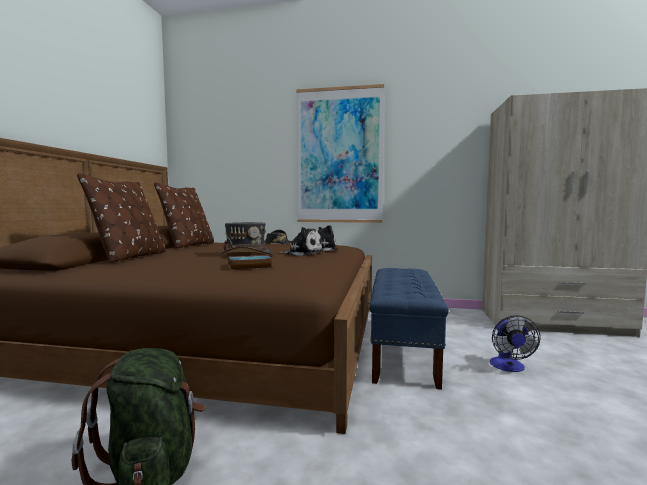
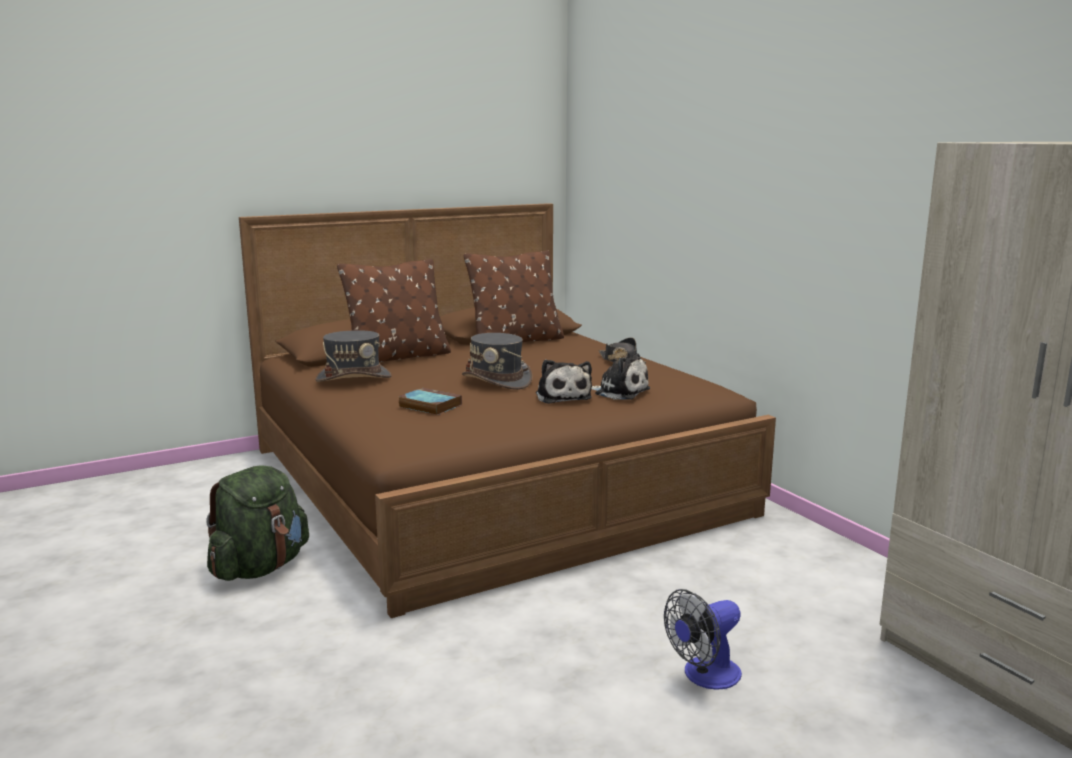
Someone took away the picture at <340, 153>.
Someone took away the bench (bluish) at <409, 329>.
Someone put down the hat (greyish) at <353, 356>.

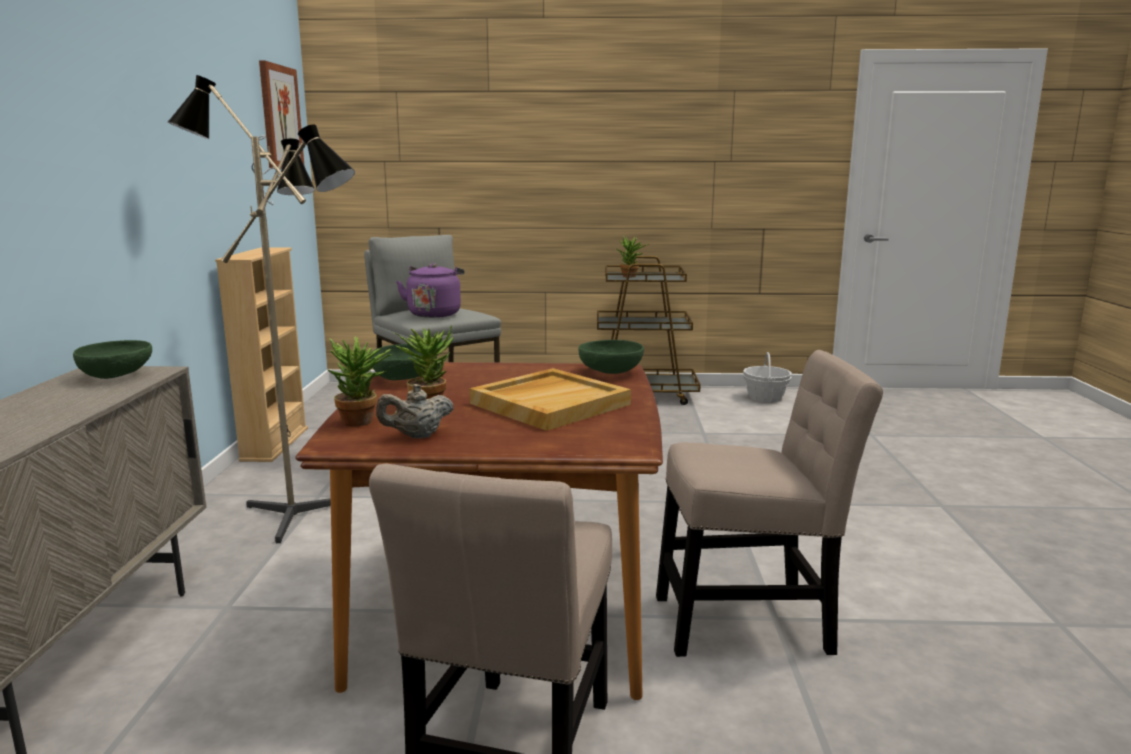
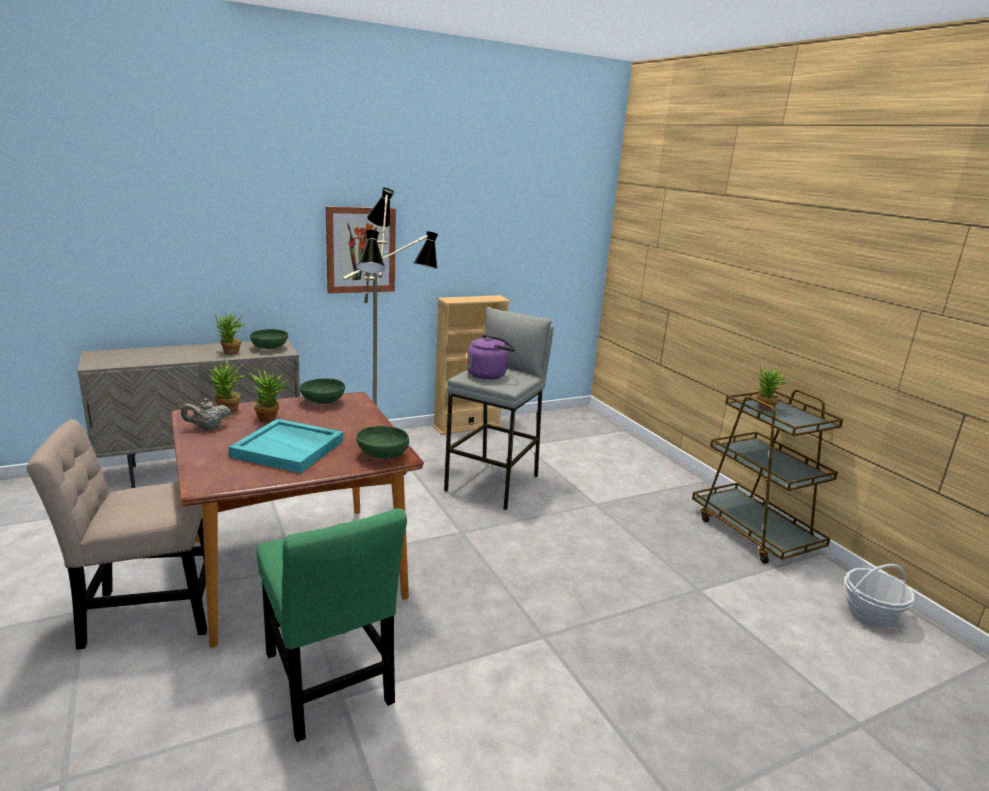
Someone put down the potted plant at <229, 333>.
Someone carried the picture from <281, 115> to <361, 250>.
Someone repainted the carrying tray (sand-coloured) at <550, 399>, which became the carrying tray (turquoise-coloured) at <286, 446>.
Someone repainted the upright chair (sand-coloured) at <769, 503>, which became the upright chair (greenish) at <332, 625>.
Someone rotated the pot for tea (sand-coloured) at <415, 411> by 60 degrees counterclockwise.

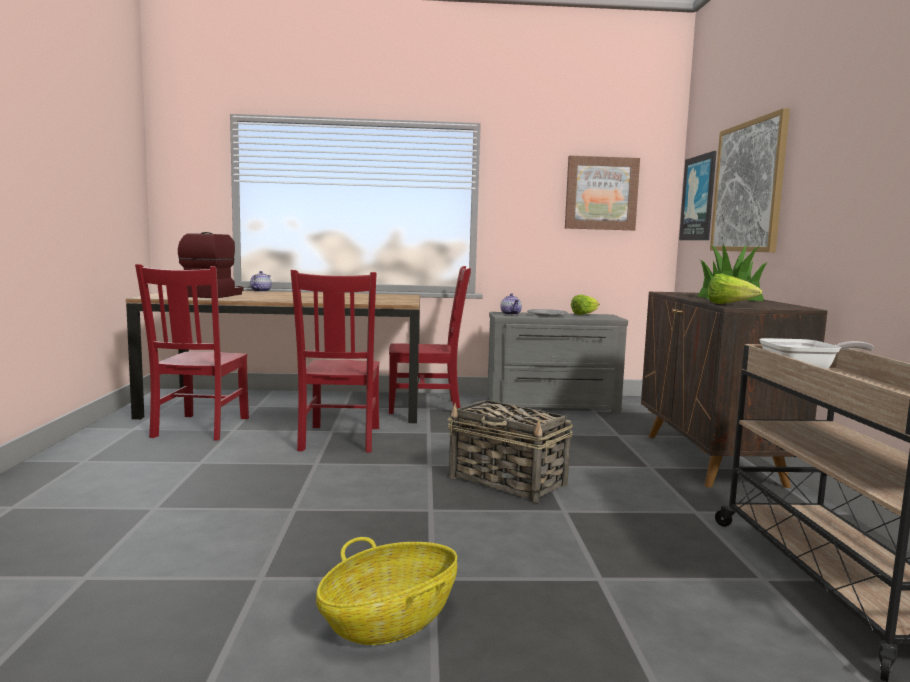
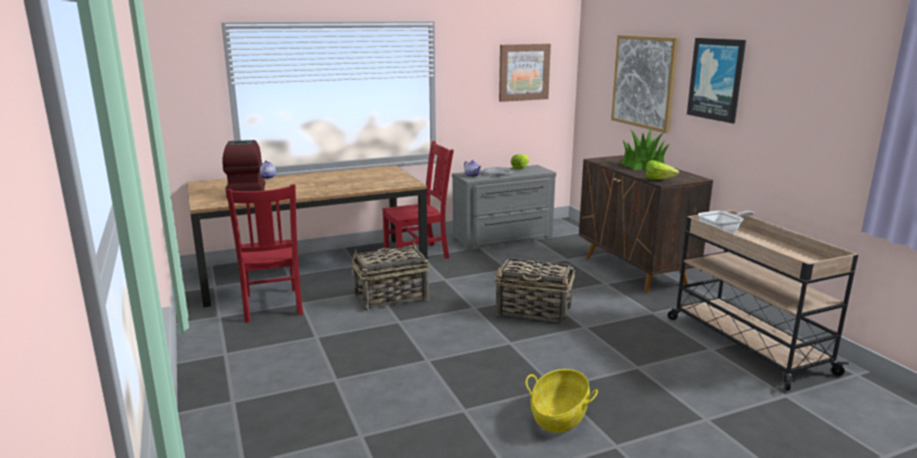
Someone carried the picture from <697, 195> to <716, 81>.
Someone swapped the upright chair (red-coloured) at <335, 361> for the basket at <390, 276>.

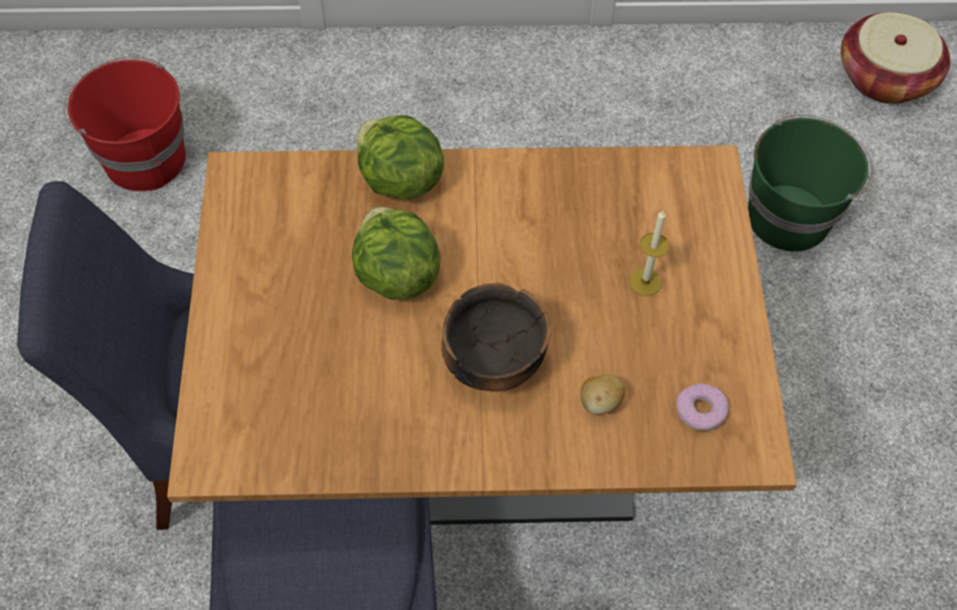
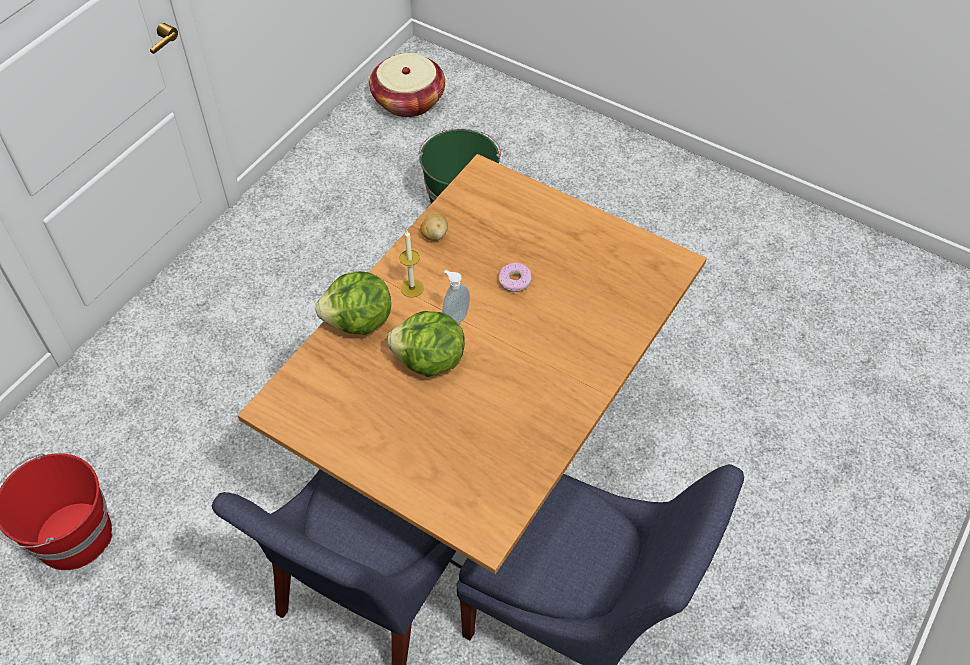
Someone took away the bowl at <496, 337>.
Someone put down the soap bottle at <456, 297>.
Someone carried the whole potato from <603, 394> to <434, 226>.
Someone carried the candle from <649, 253> to <411, 264>.
Someone carried the donut from <702, 407> to <515, 277>.

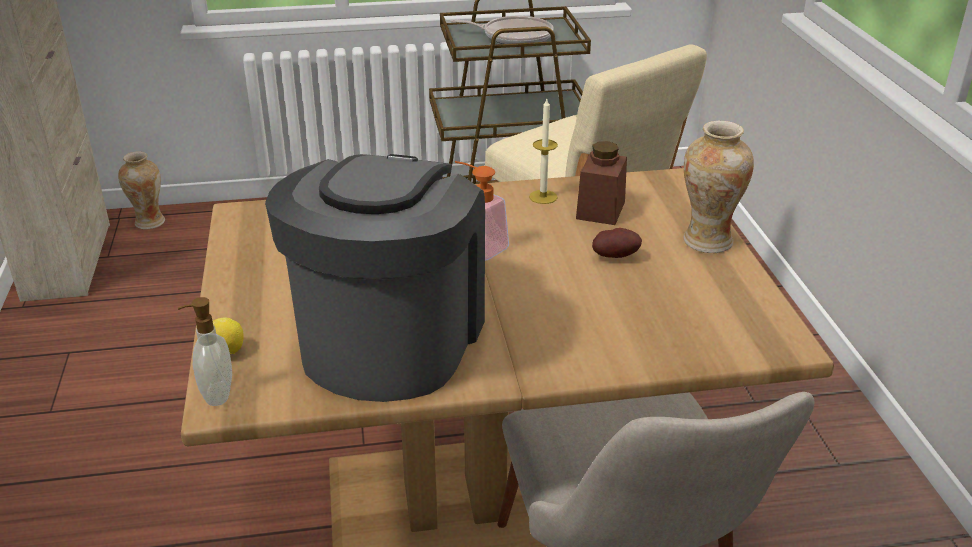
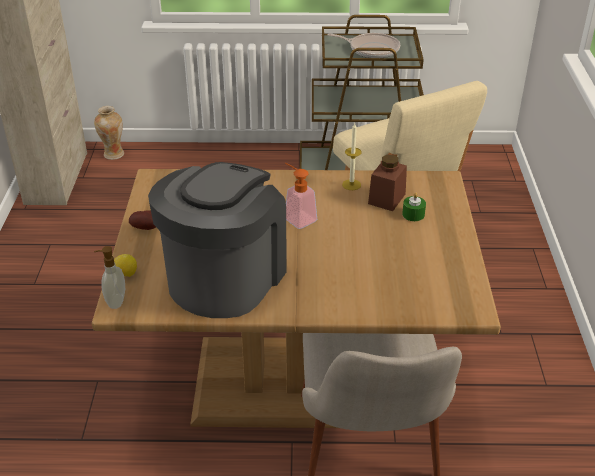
Someone took away the flower vase at <719, 187>.
Someone put down the candle (greenish) at <414, 206>.
Someone carried the whole potato from <617, 243> to <142, 220>.

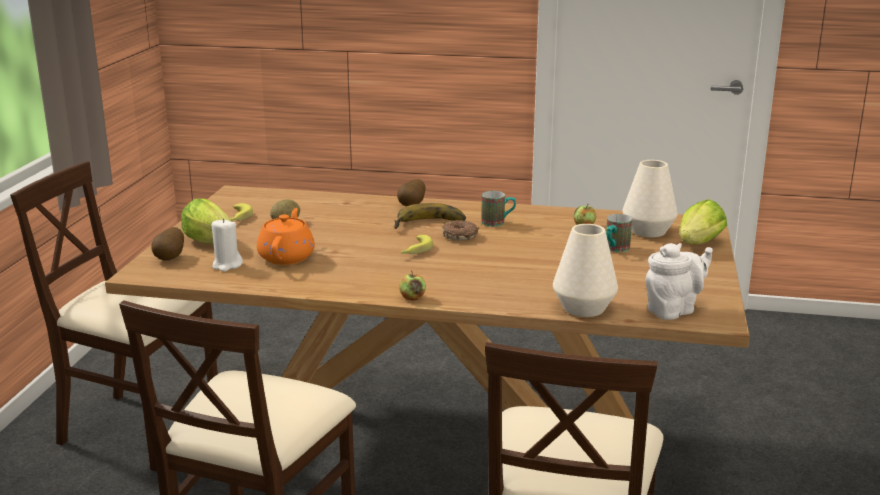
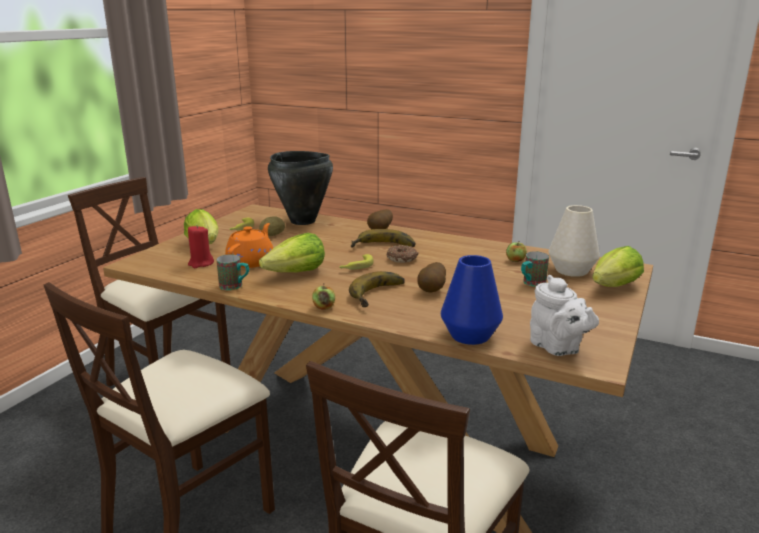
Someone put down the lettuce head at <292, 252>.
Someone put down the cooking pot (black) at <300, 188>.
Someone put down the banana at <377, 289>.
Someone carried the whole potato from <167, 243> to <431, 277>.
Someone carried the tea mug from <498, 209> to <232, 272>.
Someone repainted the candle (white) at <227, 245>, which became the candle (red-coloured) at <201, 247>.
Someone repainted the flower vase (white) at <585, 270>, which became the flower vase (bluish) at <472, 300>.
Someone rotated the pot for tea (white) at <679, 281> by 75 degrees clockwise.

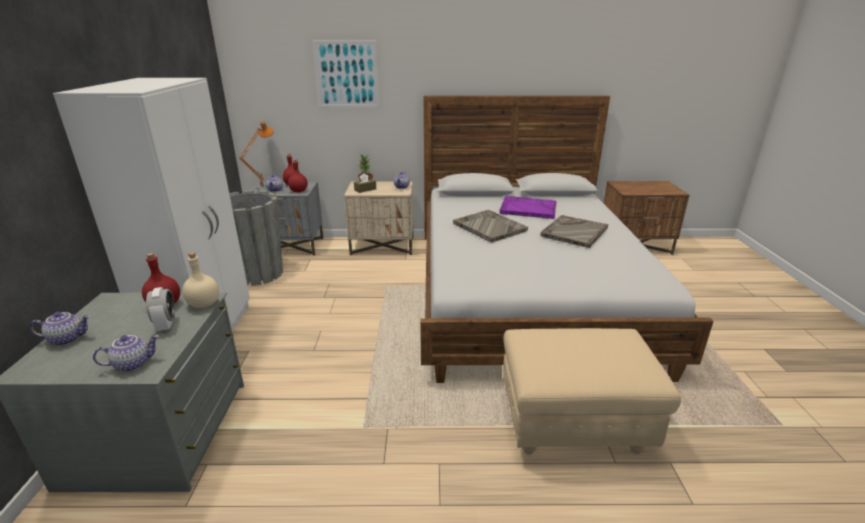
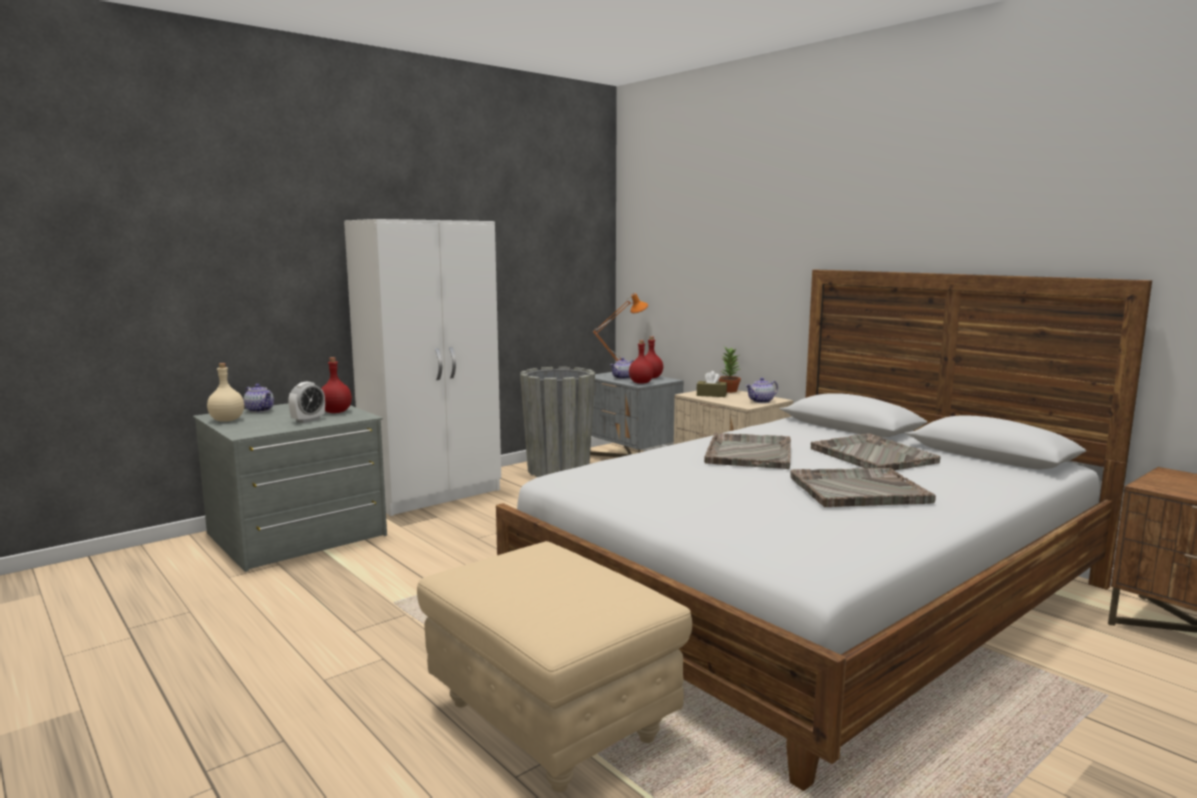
Someone took away the pot for tea at <126, 353>.
Someone took away the picture at <346, 74>.
Someone carried the bottle (sand-coloured) from <200, 280> to <225, 392>.
Someone repainted the carrying tray (purple) at <528, 207>, which became the carrying tray (greyish) at <876, 451>.

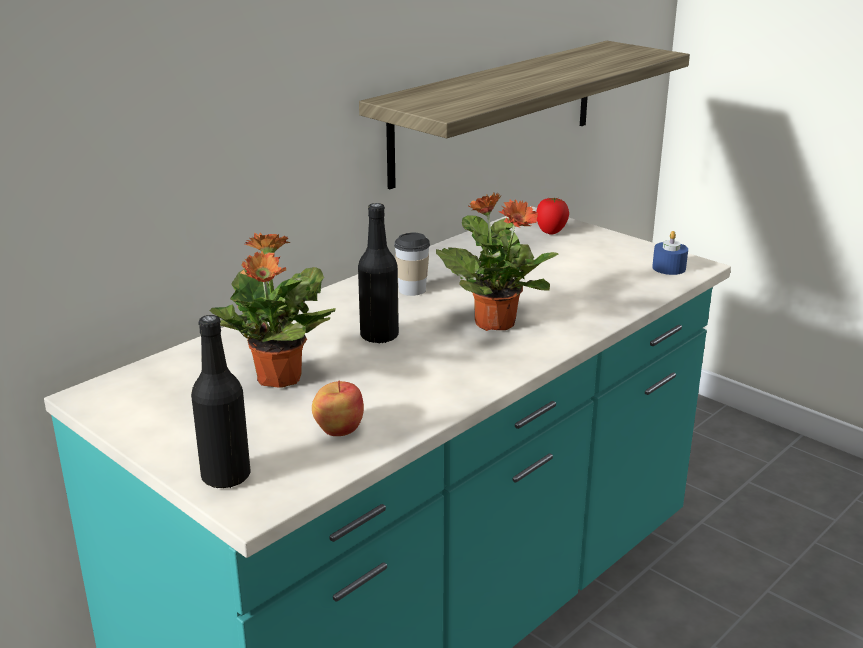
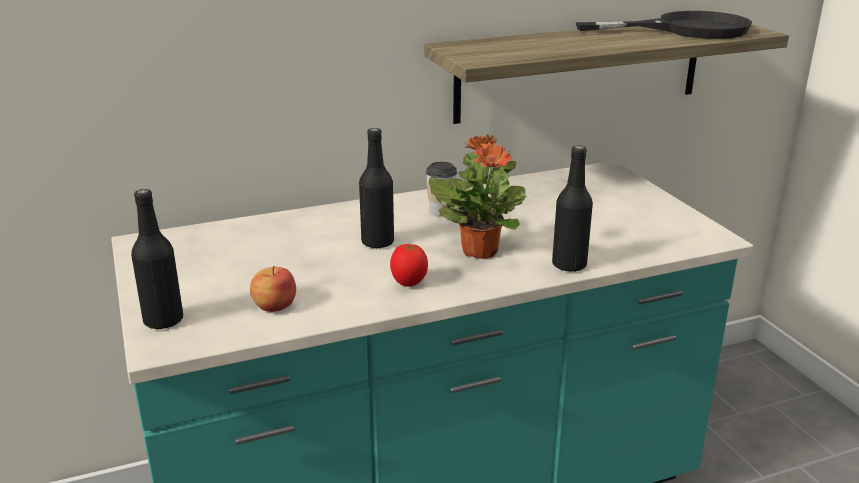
Someone took away the potted plant at <272, 310>.
Someone took away the candle (bluish) at <670, 253>.
Someone put down the bottle (black) at <572, 208>.
Someone put down the frying pan (black) at <663, 25>.
Someone carried the whole tomato from <552, 216> to <409, 265>.

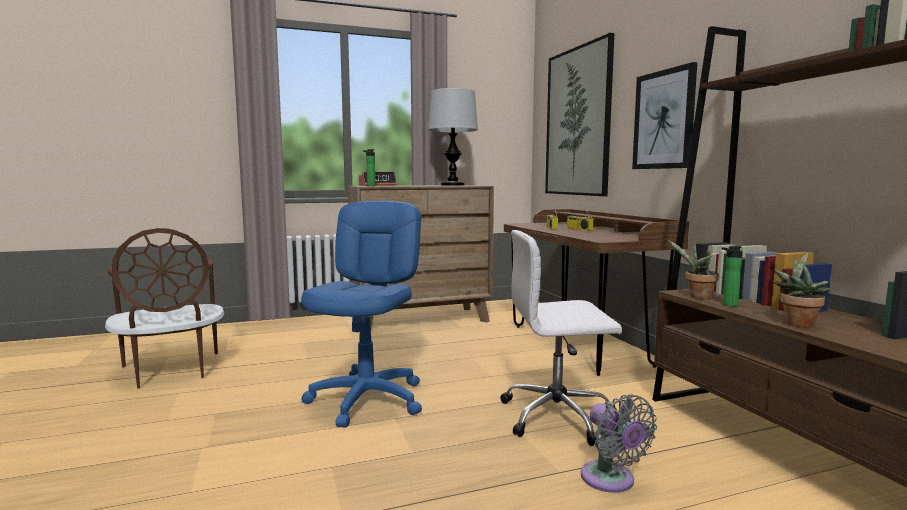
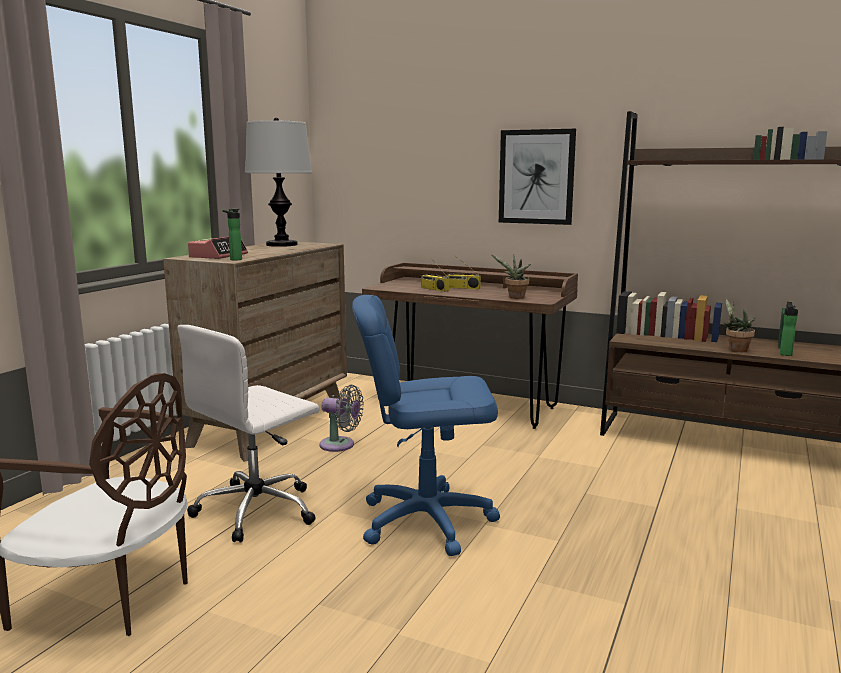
Someone took away the picture at <579, 114>.
Someone carried the computer chair (white) from <561, 338> to <248, 434>.
Someone carried the fan (greyish) from <619, 443> to <342, 418>.
Someone carried the potted plant from <693, 269> to <511, 277>.
Someone carried the bottle from <732, 276> to <789, 330>.
Someone rotated the computer chair (bluish) at <361, 314> by 60 degrees counterclockwise.

